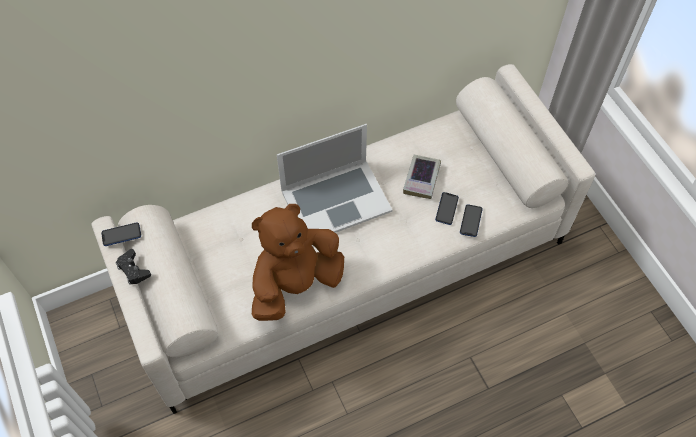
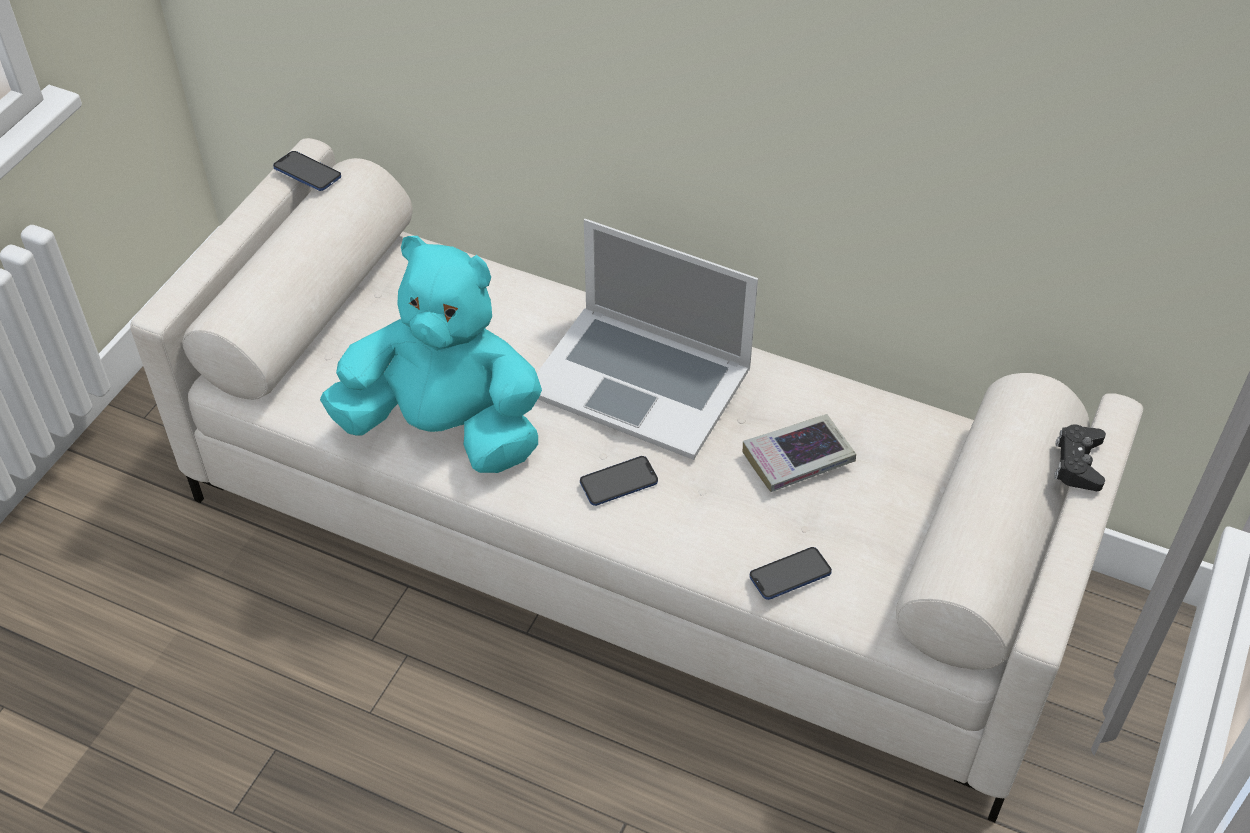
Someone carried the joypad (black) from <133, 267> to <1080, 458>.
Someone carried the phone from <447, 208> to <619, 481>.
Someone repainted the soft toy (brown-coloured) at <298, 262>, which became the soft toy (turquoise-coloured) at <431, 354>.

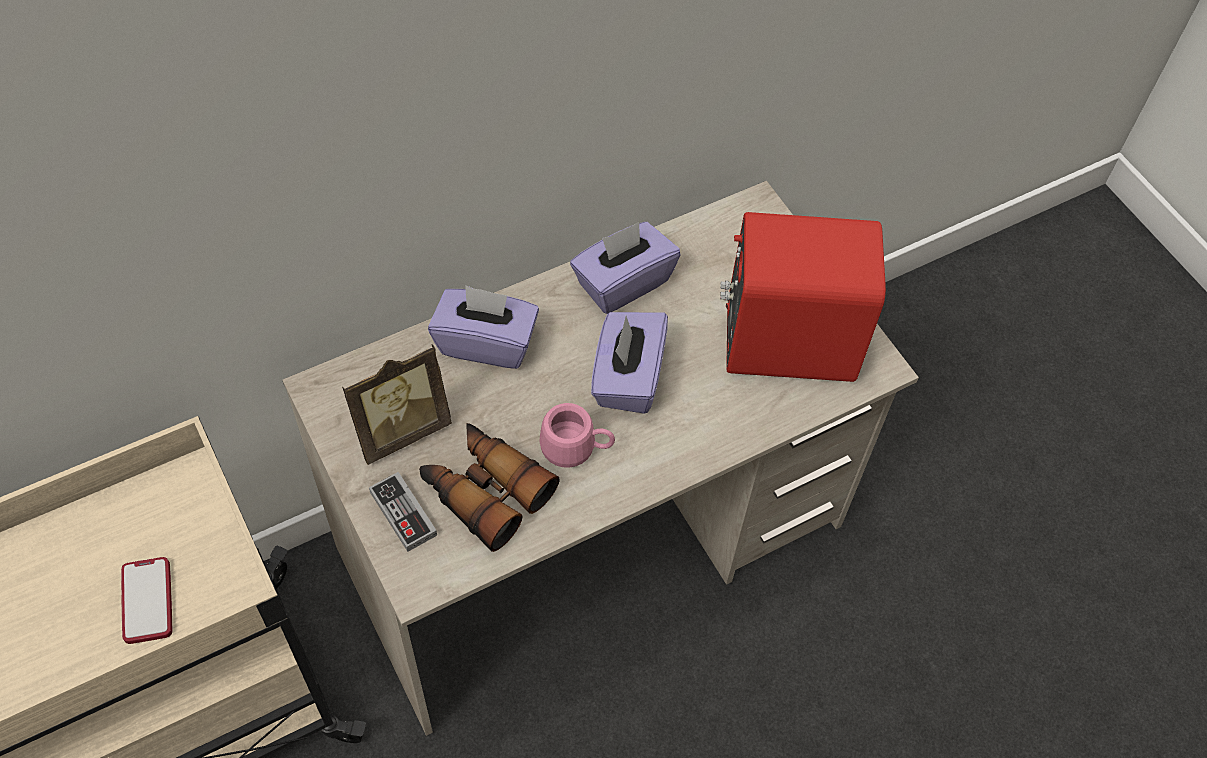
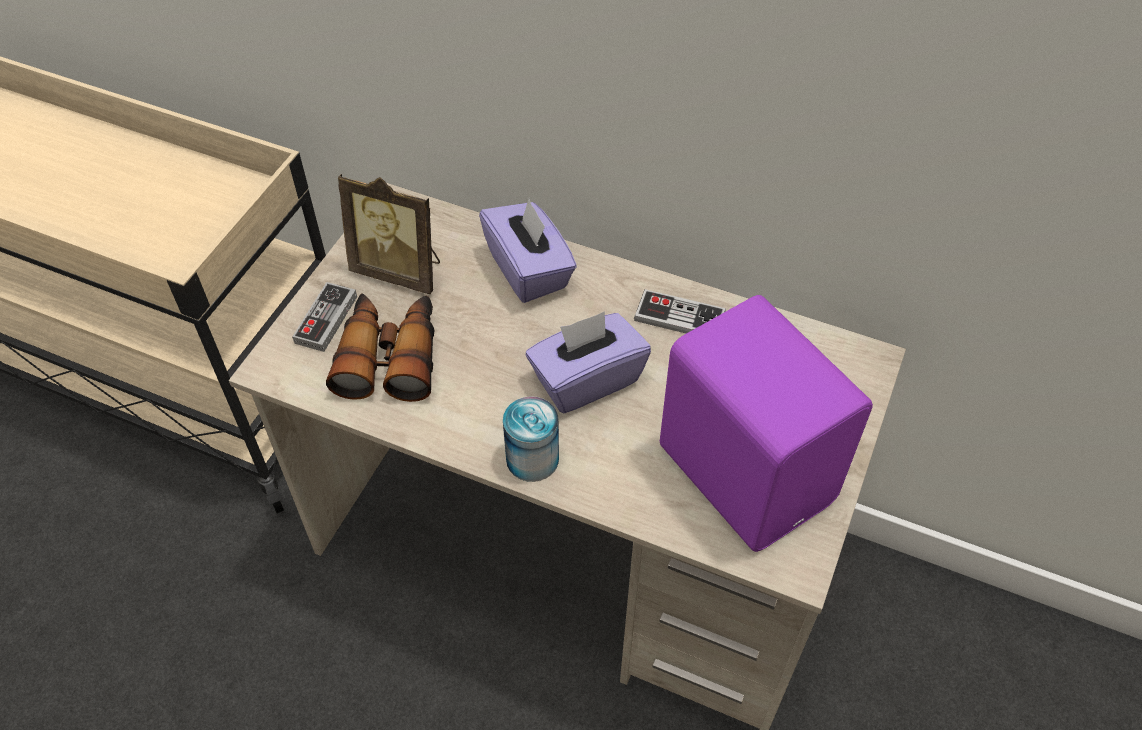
Someone took away the phone at <146, 600>.
Someone took away the tea mug (pinkish) at <577, 435>.
Someone put down the metal can at <531, 439>.
Someone swapped the box of tissues (purple) at <625, 268> for the joypad at <680, 311>.
Someone repainted the loudspeaker (red-coloured) at <803, 297>, which became the loudspeaker (purple) at <766, 423>.

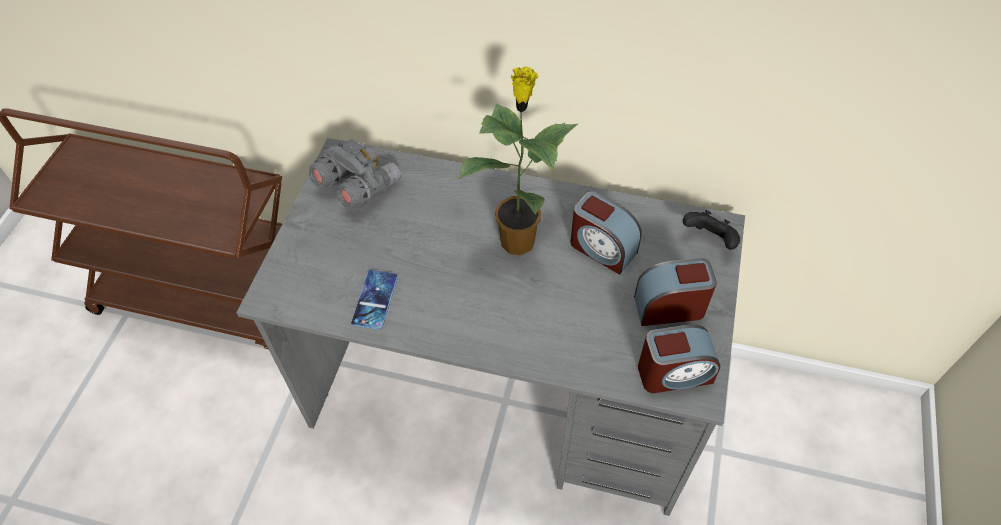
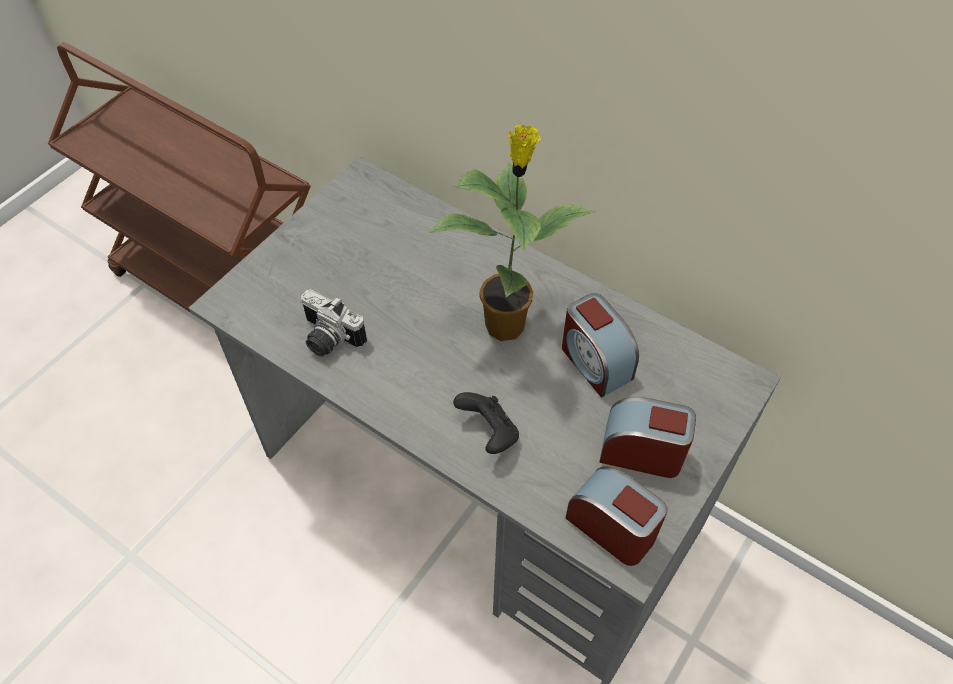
Someone took away the field glasses (greyish) at <355, 173>.
Someone carried the joypad (black) from <711, 230> to <486, 423>.
Someone swapped the phone at <374, 300> for the still camera at <333, 323>.
Someone rotated the table clock at <679, 359> by 150 degrees counterclockwise.

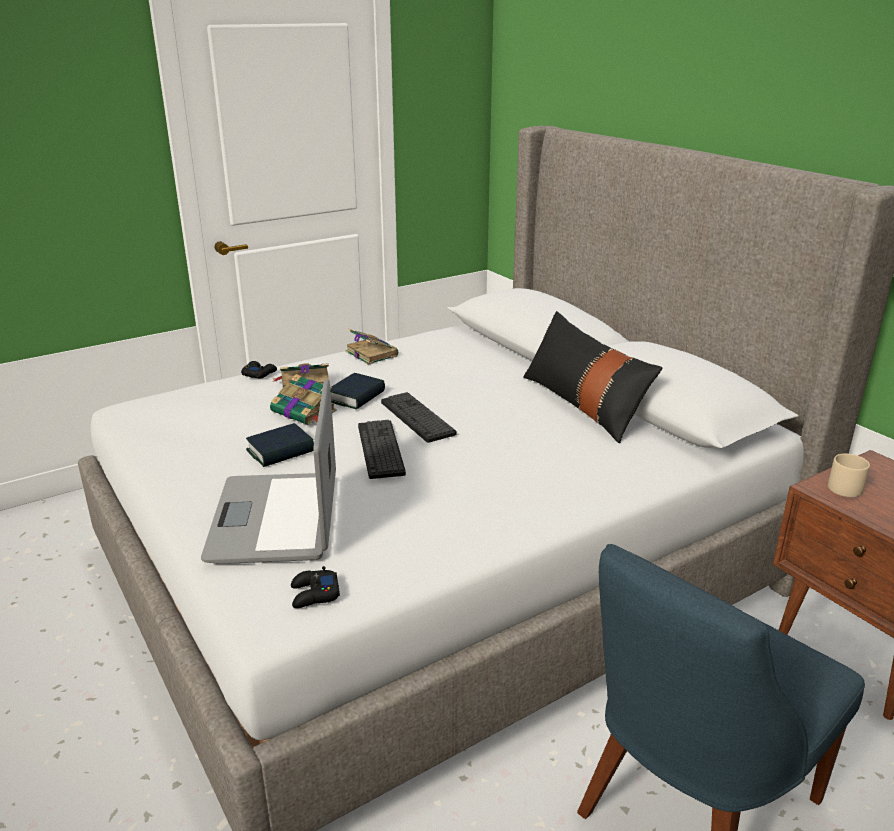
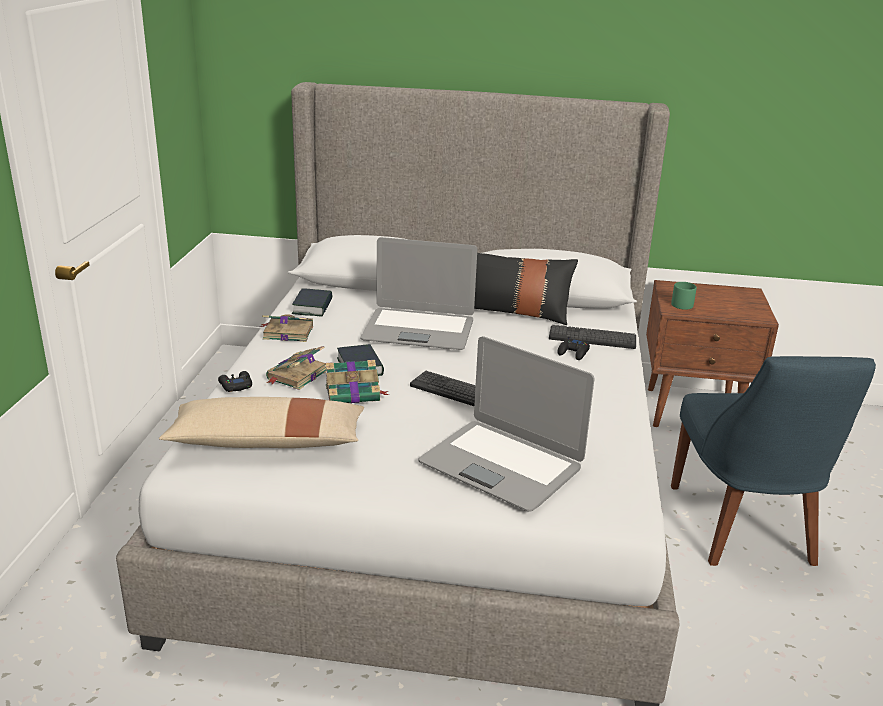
Someone put down the pillow (sand-coloured) at <261, 422>.
Someone put down the portable computer at <418, 293>.
Someone carried the book from <280, 445> to <312, 302>.
Someone carried the joypad (black) from <315, 587> to <573, 348>.
Someone carried the computer keyboard from <418, 417> to <592, 337>.
Someone repainted the tea mug (sand-coloured) at <849, 475>, which became the tea mug (greenish) at <684, 296>.

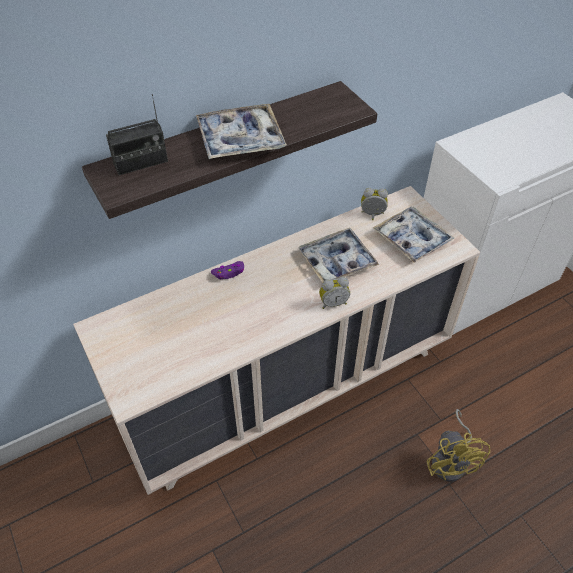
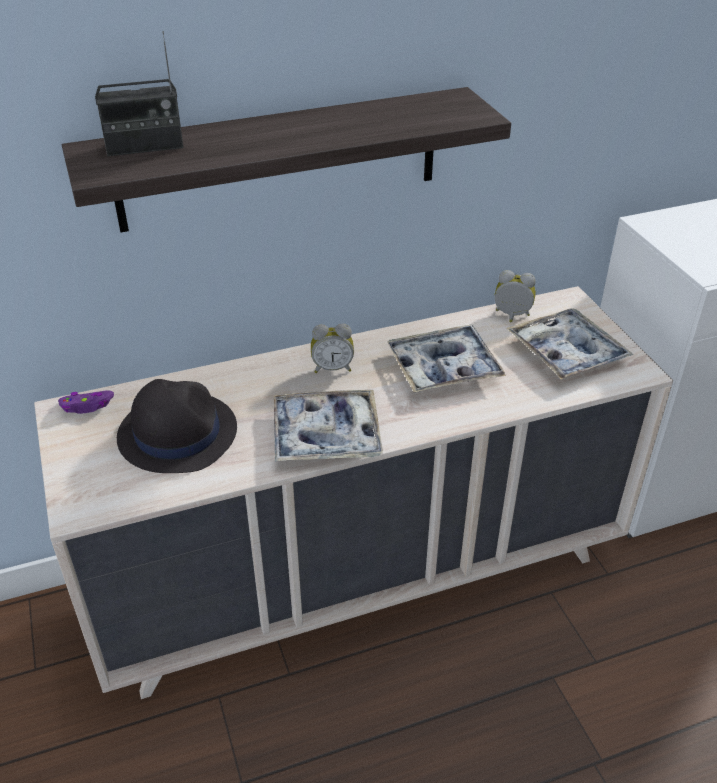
Someone took away the fan (yellow) at <458, 445>.
Someone put down the hat (black) at <177, 426>.
Someone carried the carrying tray from <241, 131> to <328, 426>.
Someone carried the joypad (purple) from <227, 270> to <86, 402>.
Someone carried the table clock from <334, 293> to <332, 348>.

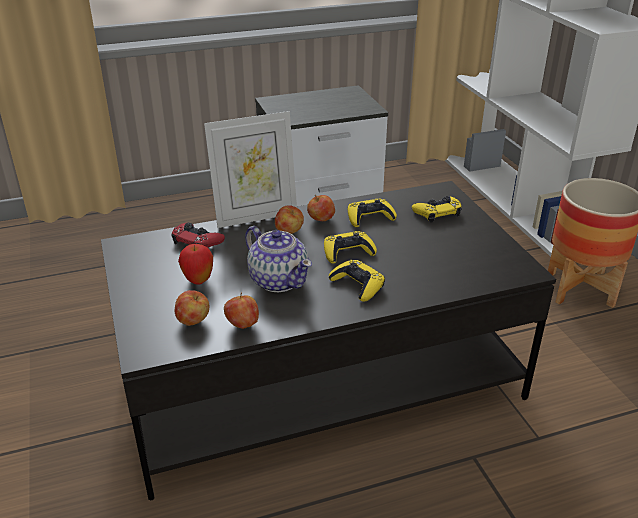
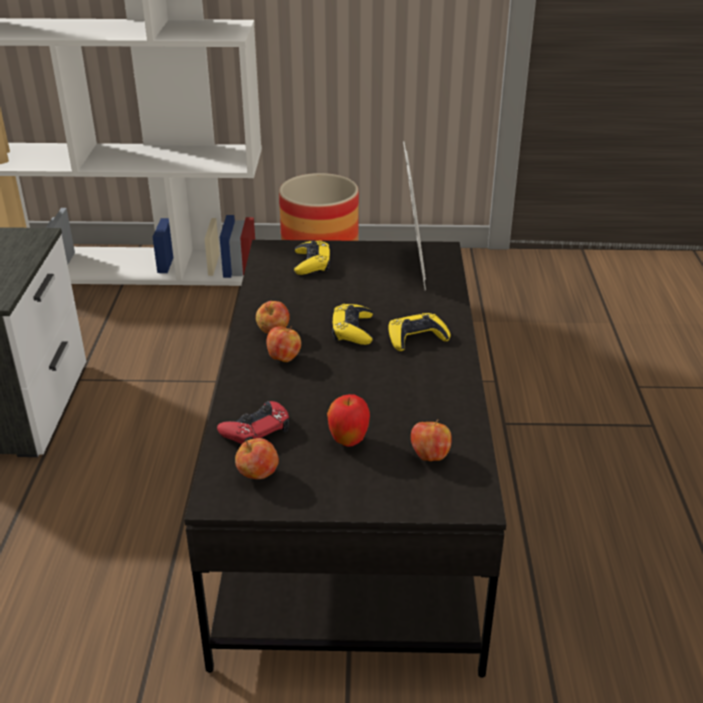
Someone took away the pot for tea at <278, 259>.
Someone took away the joypad (yellow) at <372, 213>.
Someone carried the photo frame from <250, 169> to <414, 215>.
Someone carried the whole apple from <241, 311> to <257, 458>.

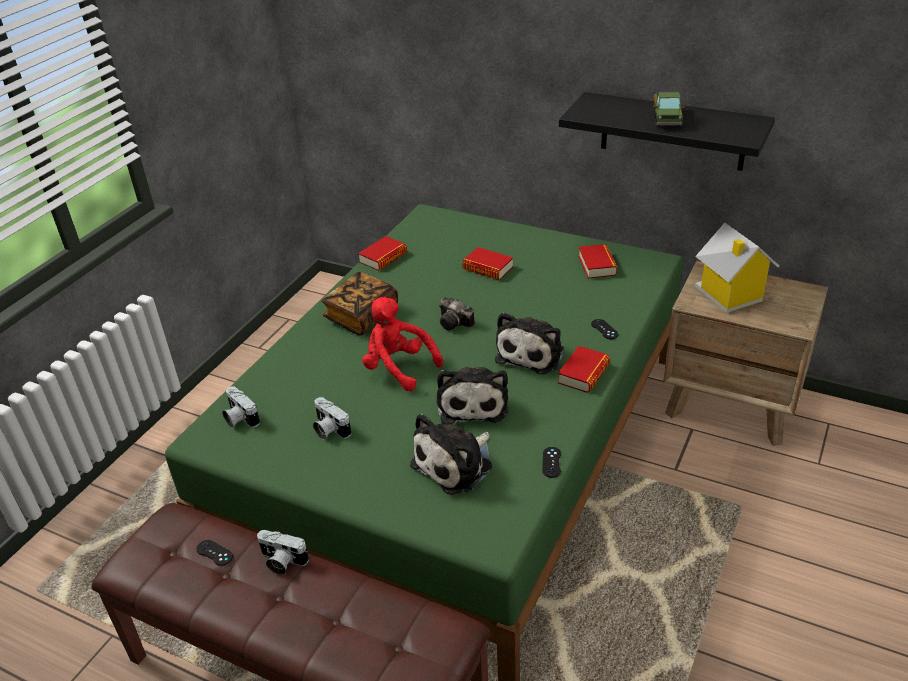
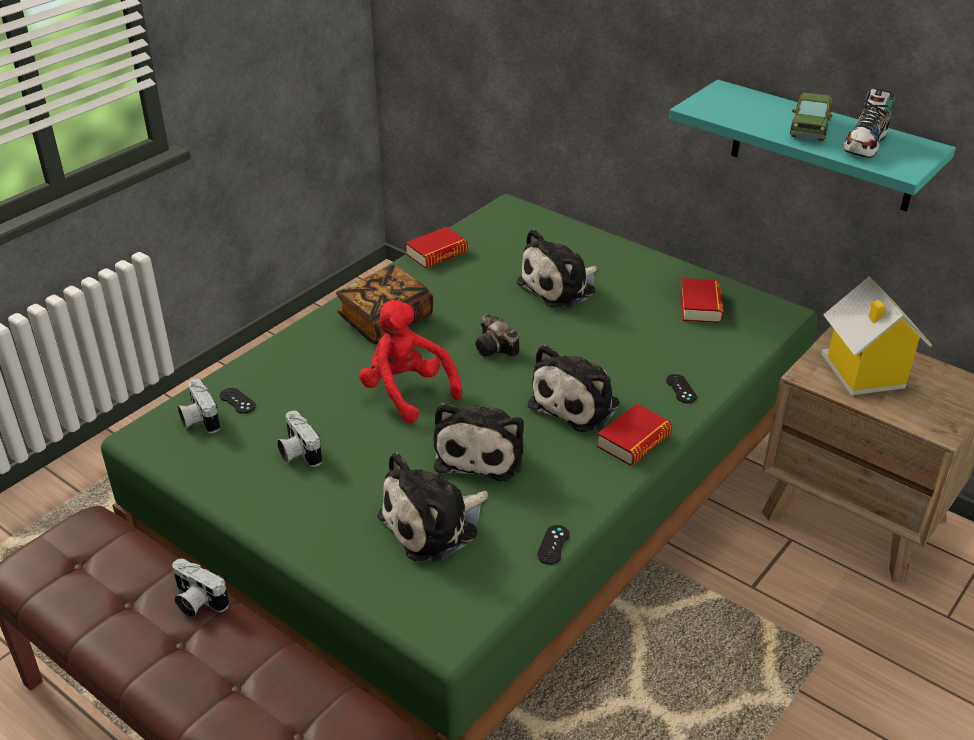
Someone put down the low shoe at <869, 122>.
Someone carried the joypad (black) from <214, 553> to <238, 401>.
Someone swapped the book at <487, 263> for the soft toy at <556, 268>.
Someone repainted the wall shelf (black) at <667, 131>, which became the wall shelf (turquoise-coloured) at <812, 146>.

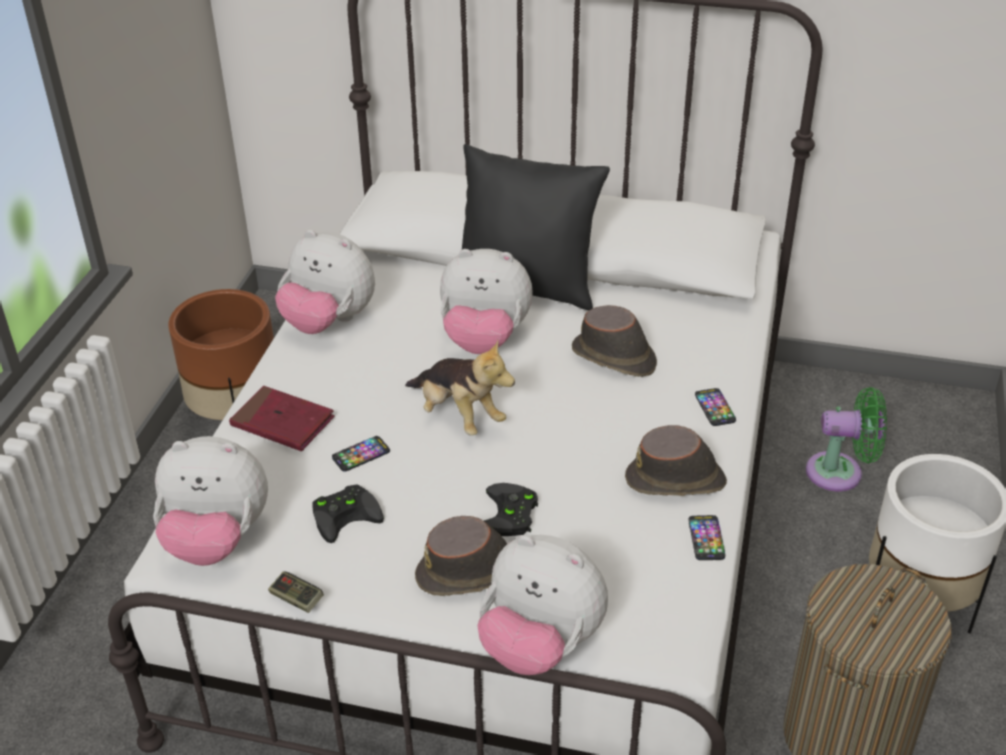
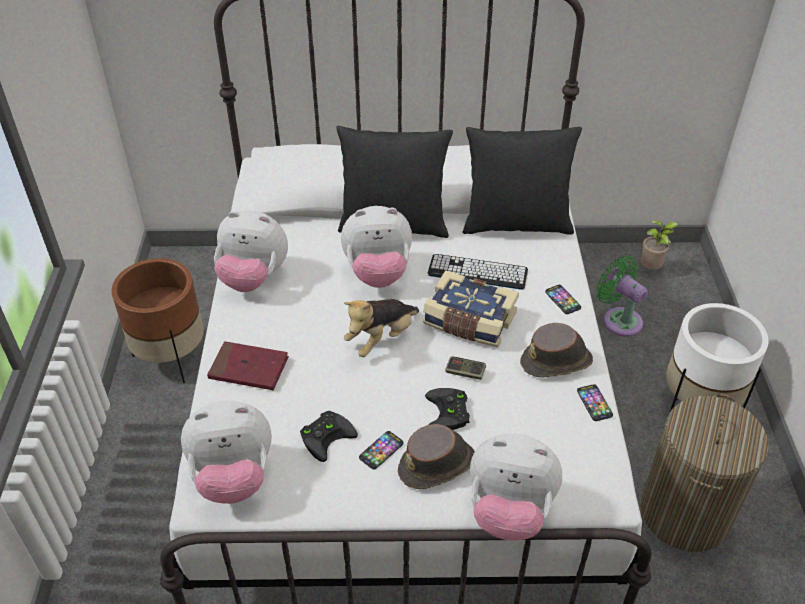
Someone put down the book at <471, 308>.
Someone put down the pillow (black) at <522, 181>.
Someone put down the potted plant at <660, 245>.
Someone carried the joypad from <296, 592> to <465, 368>.
Someone carried the phone from <361, 454> to <381, 450>.
Someone swapped the hat (brown-coloured) at <614, 341> for the computer keyboard at <478, 272>.
Someone rotated the soft toy at <460, 387> by 105 degrees clockwise.
Someone rotated the fan (greenish) at <846, 439> by 120 degrees counterclockwise.

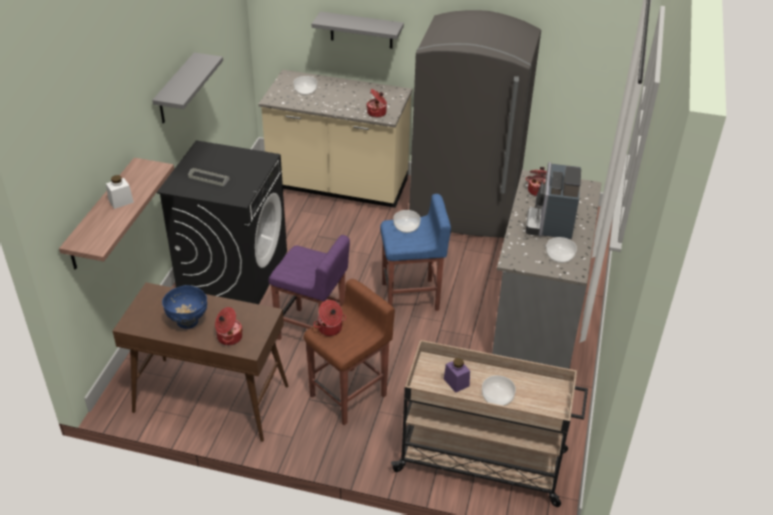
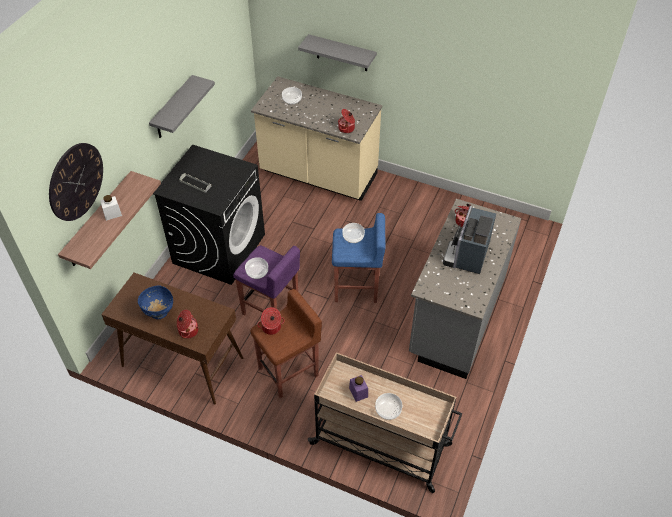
Someone took away the refrigerator (greyish) at <475, 124>.
Someone put up the hanging clock at <76, 182>.
Someone carried the bowl from <561, 250> to <256, 268>.

